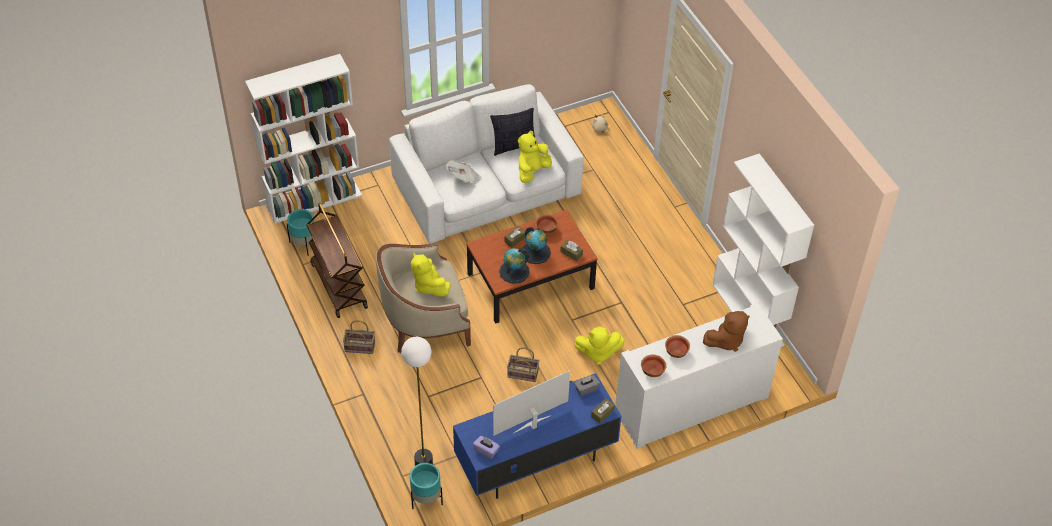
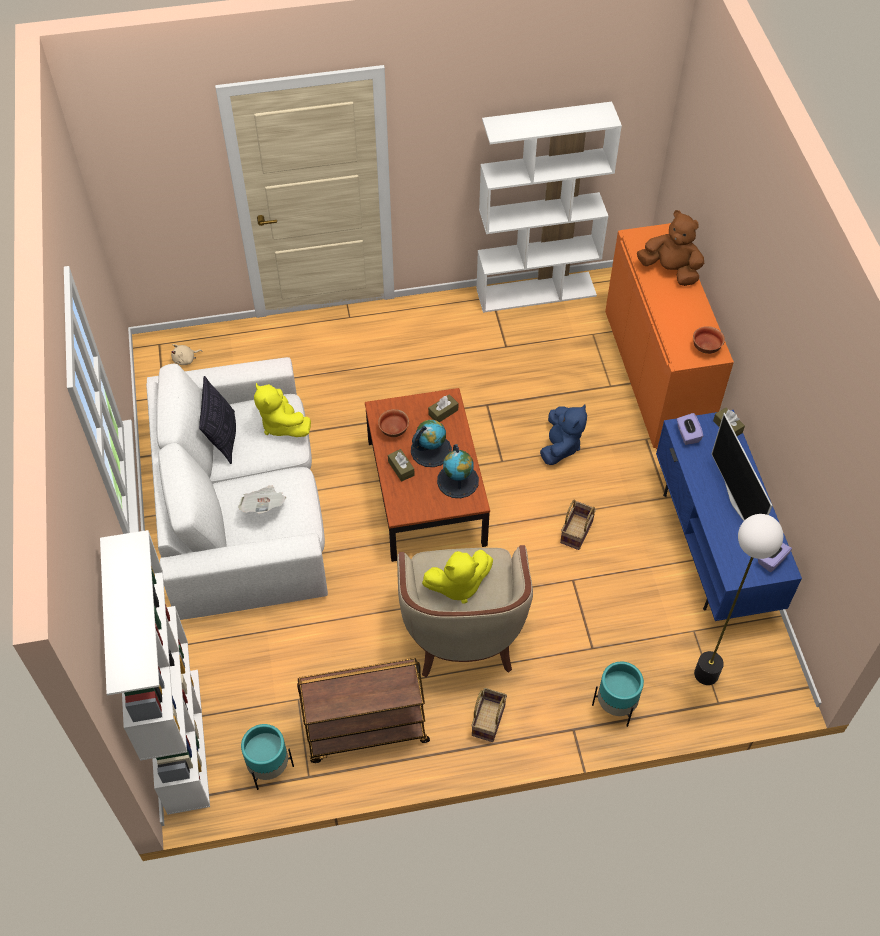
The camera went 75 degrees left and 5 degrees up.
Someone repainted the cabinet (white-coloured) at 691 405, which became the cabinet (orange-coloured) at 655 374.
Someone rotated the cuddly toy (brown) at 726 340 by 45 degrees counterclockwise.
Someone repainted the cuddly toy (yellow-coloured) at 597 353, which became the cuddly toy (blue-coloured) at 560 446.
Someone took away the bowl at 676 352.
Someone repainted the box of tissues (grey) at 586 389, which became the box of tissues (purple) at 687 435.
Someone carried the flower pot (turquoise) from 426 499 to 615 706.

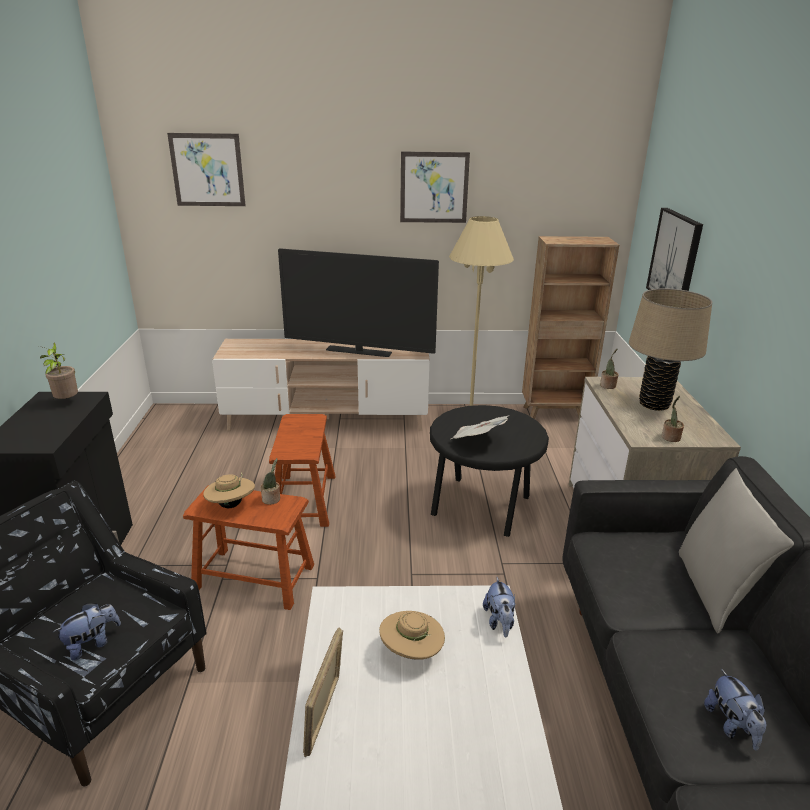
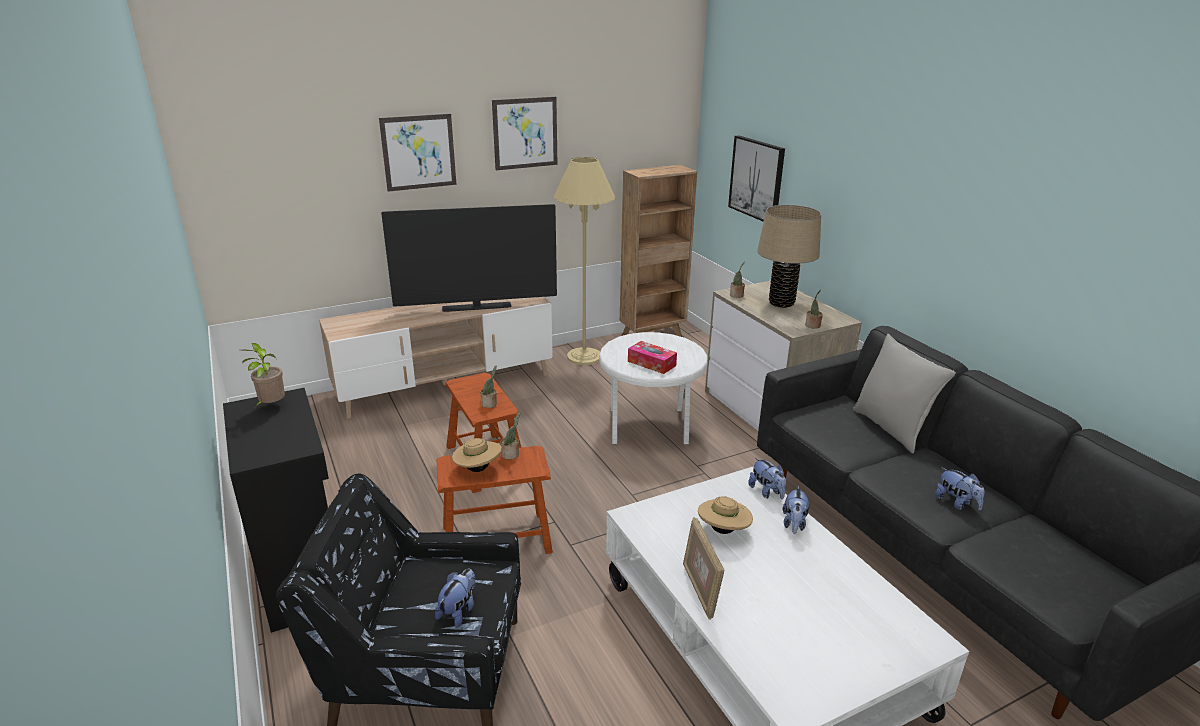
The camera went 25 degrees left and 0 degrees up.
Someone carried the picture from 207 170 to 418 152.
Someone repainted the end table (black-coloured) at 482 507, which became the end table (white-coloured) at 650 427.
Someone swapped the newspaper at 477 440 for the box of tissues at 651 363.
Someone put down the houseplant at 490 404.
Someone put down the cuddly toy at 794 524.

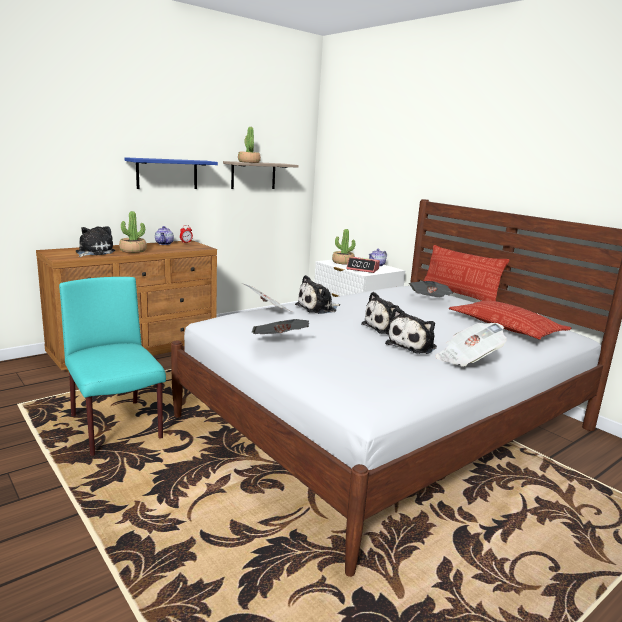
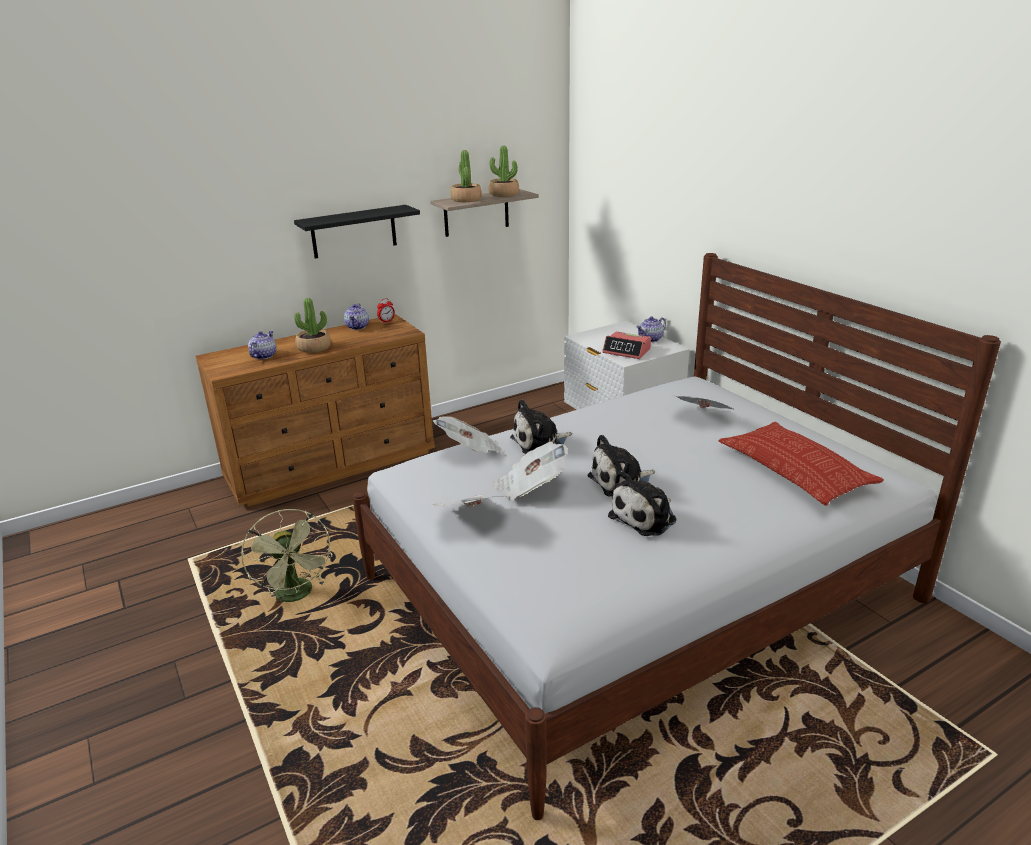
The camera went 10 degrees right and 10 degrees up.
Someone repainted the shelf (blue-coloured) at 167 174, which became the shelf (black-coloured) at 354 231.
Someone swapped the cuddly toy at 93 252 for the teapot at 263 356.
Someone carried the houseplant from 343 262 to 503 194.
Someone took away the throw pillow at 459 295.
Someone swapped the chair (turquoise) at 116 428 for the fan (greenish) at 297 596.
Someone carried the newspaper from 467 359 to 530 487.

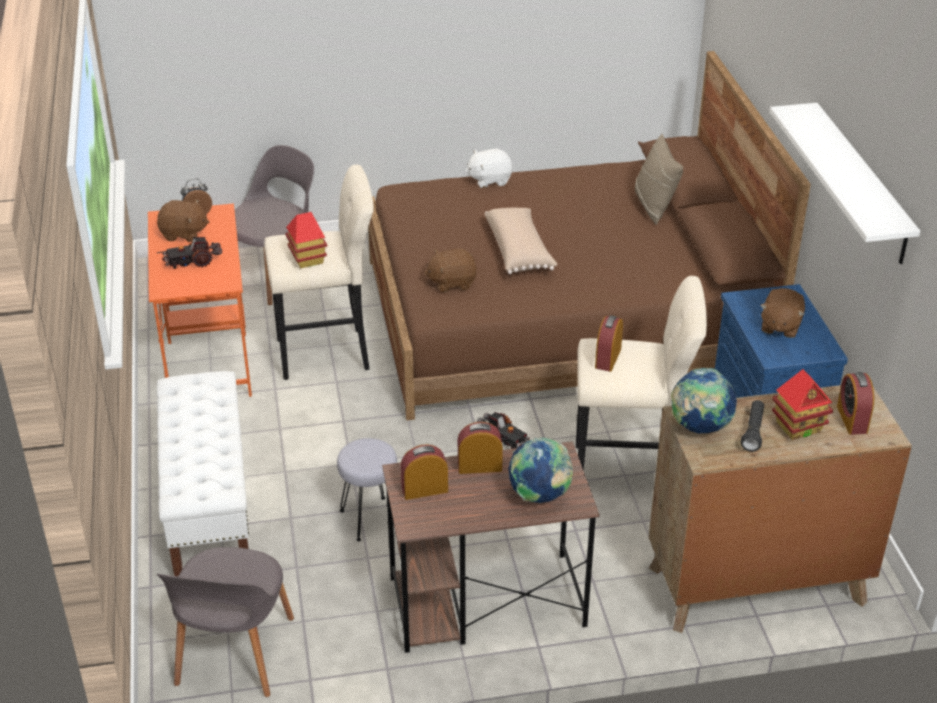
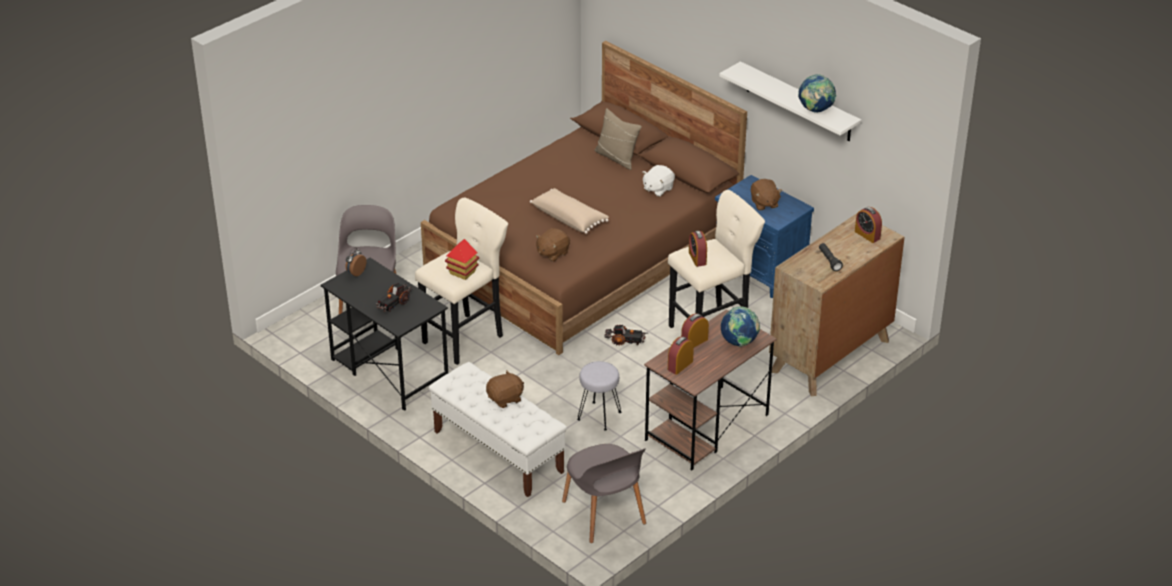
The camera went 35 degrees left and 0 degrees up.
Someone carried the cuddly toy (white-coloured) from 489 180 to 657 189.
Someone carried the cuddly toy (brown) from 184 234 to 505 399.
Someone repainted the desk unit (orange-coloured) at 208 354, which became the desk unit (black-coloured) at 388 370.
Someone carried the globe from 699 427 to 815 110.
Someone took away the toy house at 798 427.

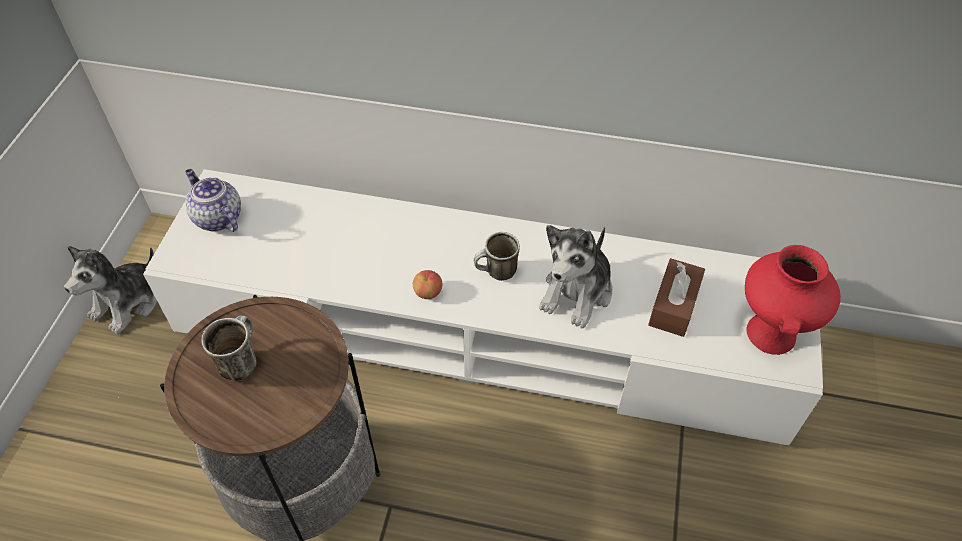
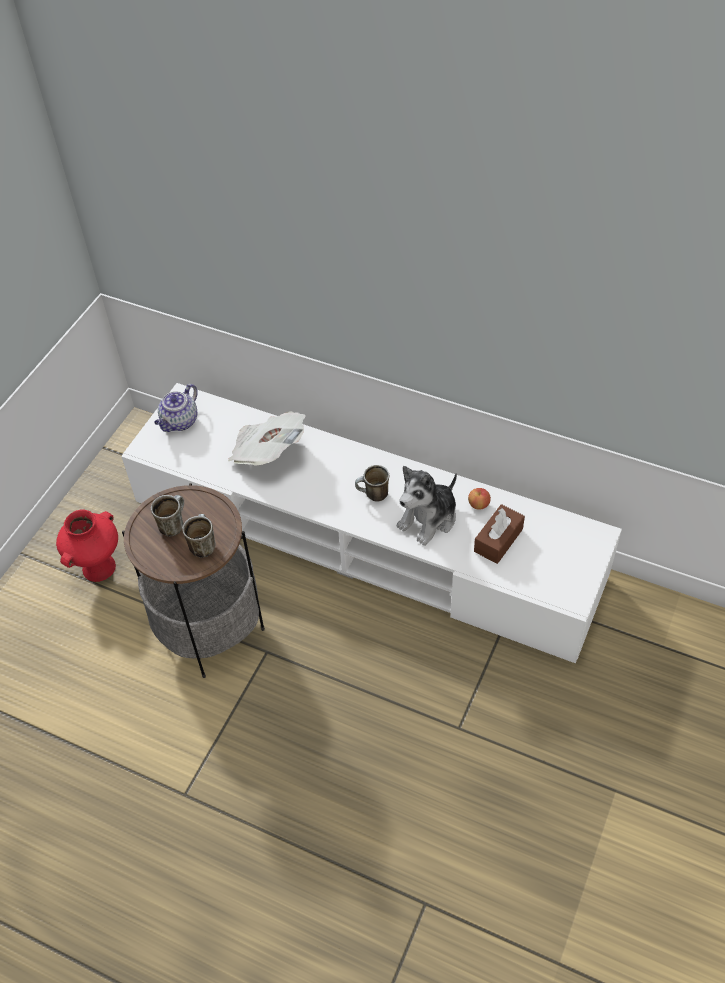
The camera went 15 degrees right and 0 degrees up.
Someone rotated the teapot at 217 218 by 120 degrees counterclockwise.
Someone carried the decorative vase (red-coloured) from 769 332 to 99 567.
Someone took away the cuddly toy at 128 303.
Someone carried the whole apple from 428 292 to 478 504.
Someone put down the newspaper at 268 452.
Someone put down the mug at 202 545.

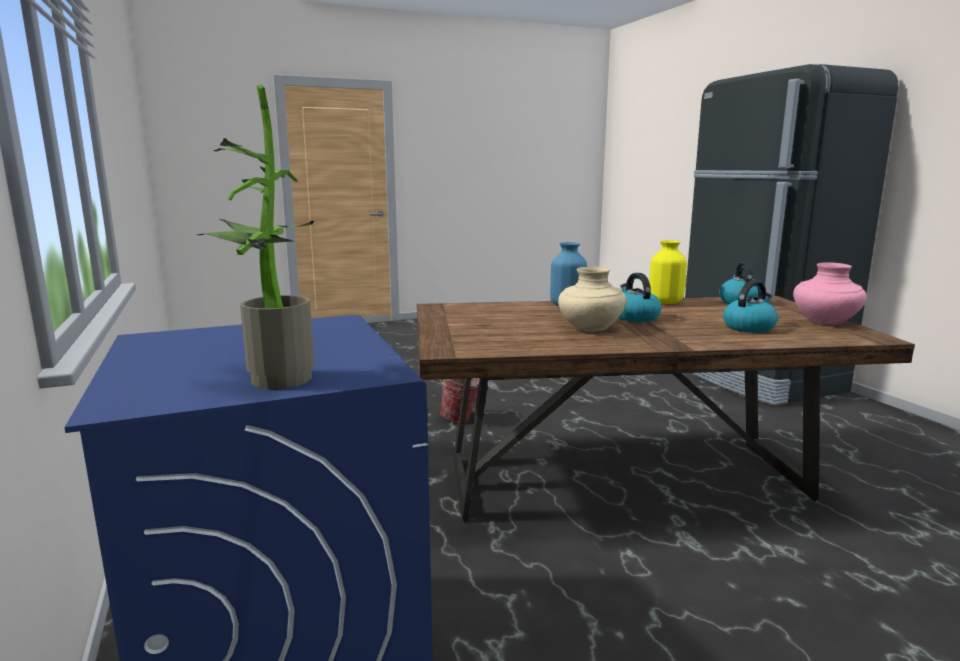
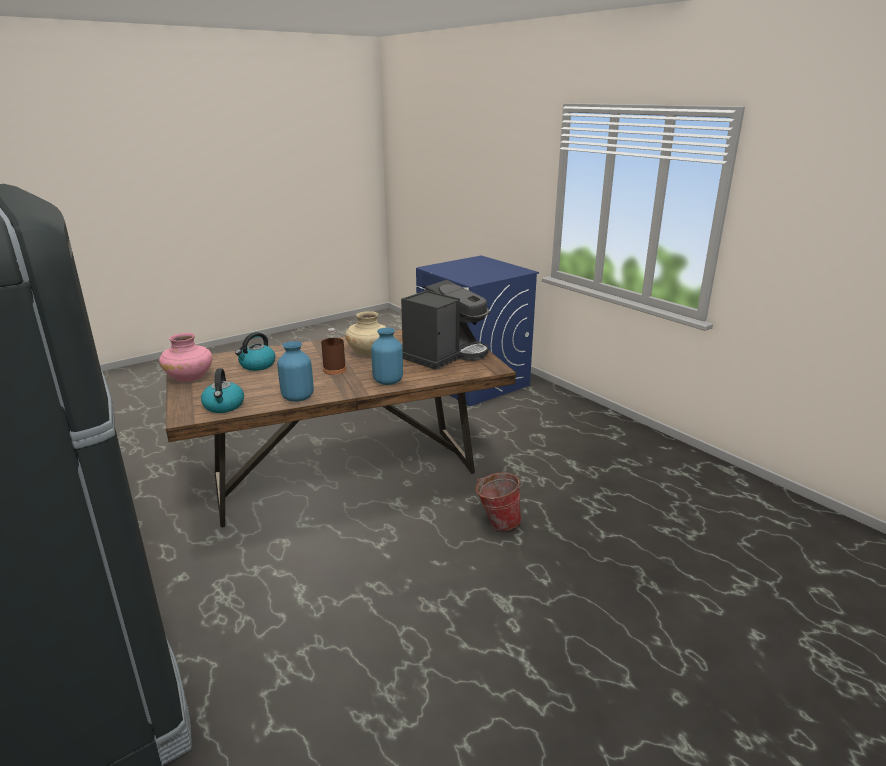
The camera went 165 degrees right and 10 degrees up.
Someone took away the houseplant at 272 378.
Someone repainted the decorative vase (yellow-coloured) at 666 302, which became the decorative vase (blue-coloured) at 297 397.
Someone swapped the water kettle at 635 317 for the drink bottle (brown) at 334 370.
Someone put down the coffee machine at 444 355.

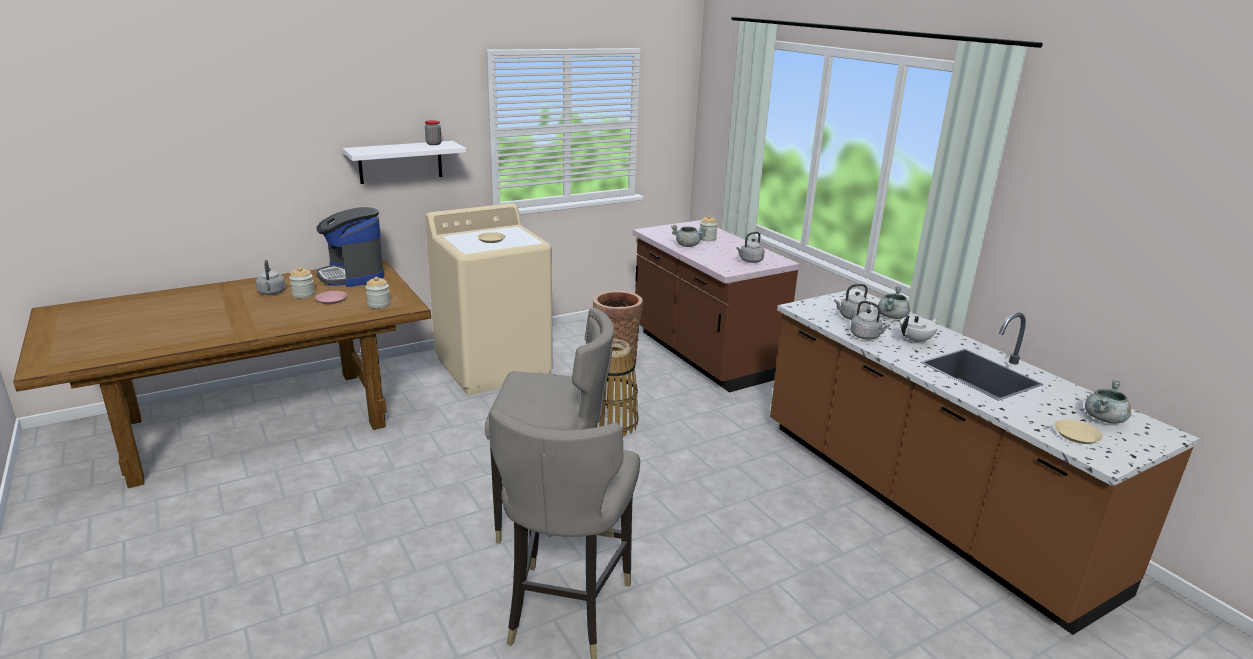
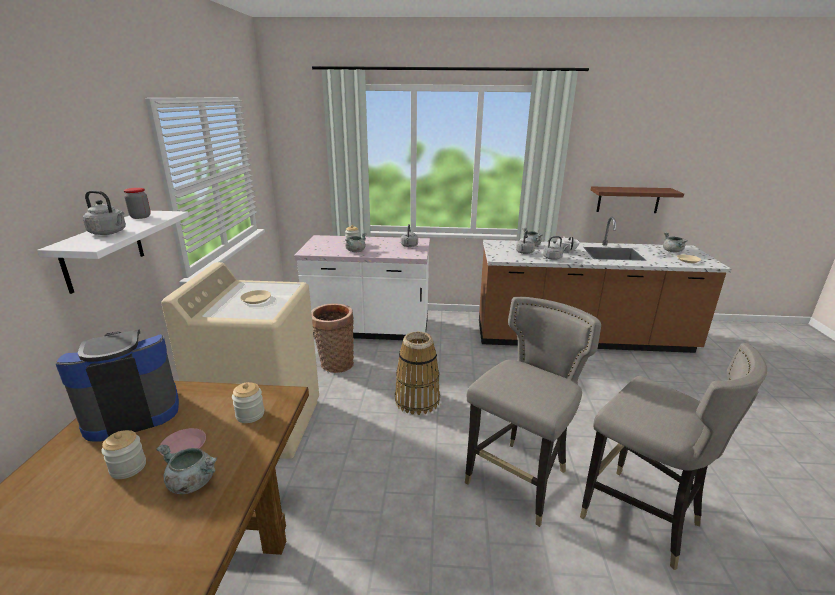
The camera went 55 degrees left and 0 degrees up.
Someone rotated the coffee machine at 352 276 by 150 degrees clockwise.
Someone repainted the kitchen counter (brown) at 702 355, which became the kitchen counter (white-coloured) at 369 329.
Someone carried the water kettle (grey) from 272 293 to 109 233.
Someone put up the shelf (brown) at 628 199.
Someone put down the cooking pot (grey) at 191 483.

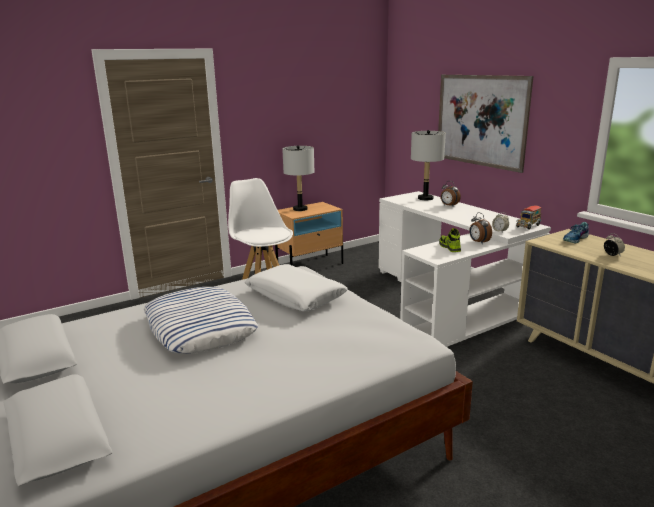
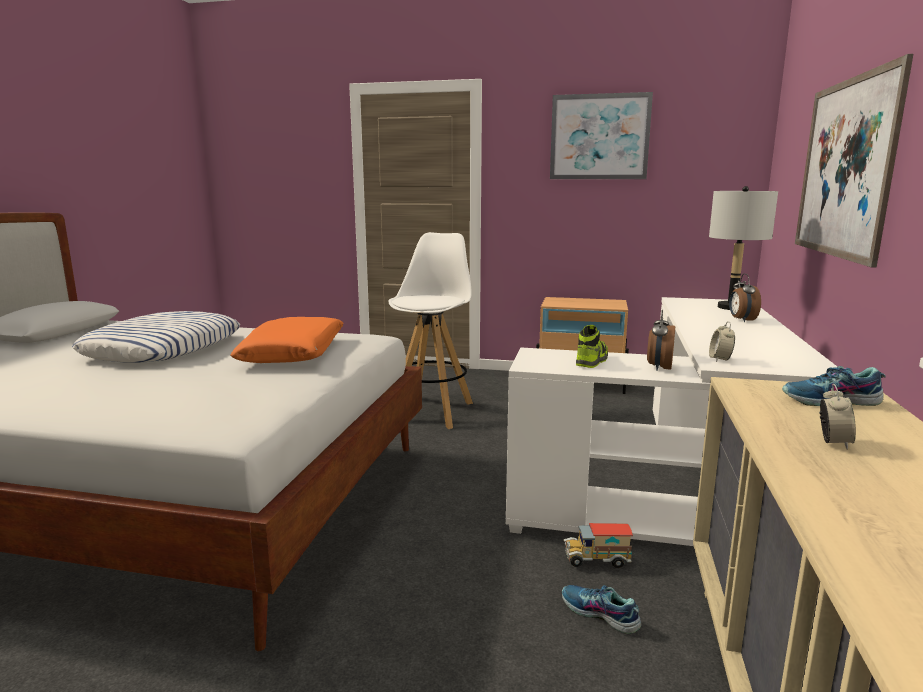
The camera went 45 degrees right and 5 degrees down.
Someone took away the table lamp (grey) at 300 209.
Someone carried the toy truck from 527 226 to 596 560.
Someone repainted the throw pillow (white-coloured) at 295 296, which became the throw pillow (orange-coloured) at 294 353.
Someone put up the picture at 599 137.
Someone put down the shoe at 599 614.

